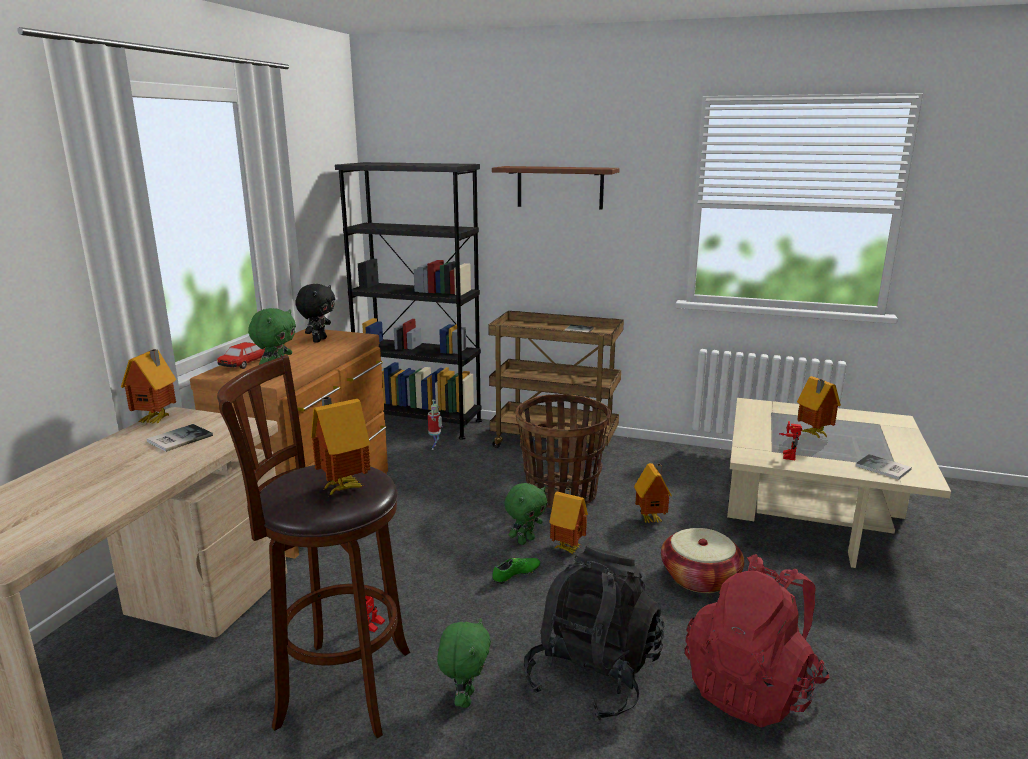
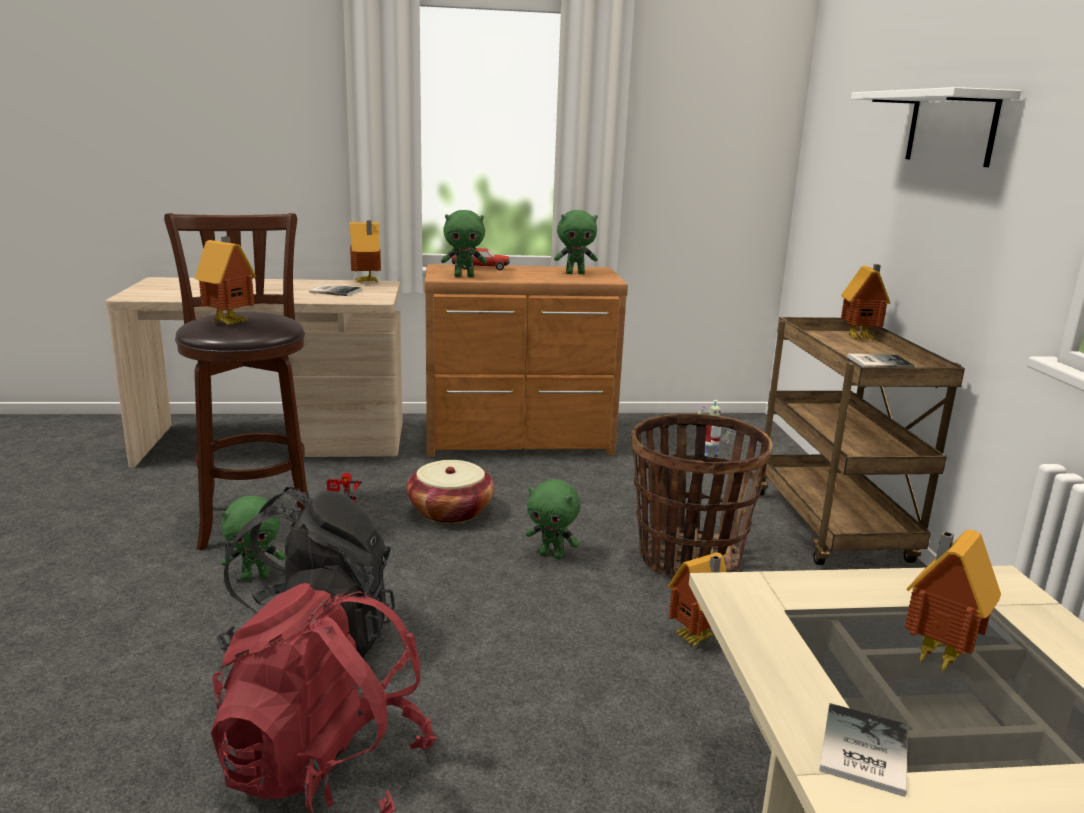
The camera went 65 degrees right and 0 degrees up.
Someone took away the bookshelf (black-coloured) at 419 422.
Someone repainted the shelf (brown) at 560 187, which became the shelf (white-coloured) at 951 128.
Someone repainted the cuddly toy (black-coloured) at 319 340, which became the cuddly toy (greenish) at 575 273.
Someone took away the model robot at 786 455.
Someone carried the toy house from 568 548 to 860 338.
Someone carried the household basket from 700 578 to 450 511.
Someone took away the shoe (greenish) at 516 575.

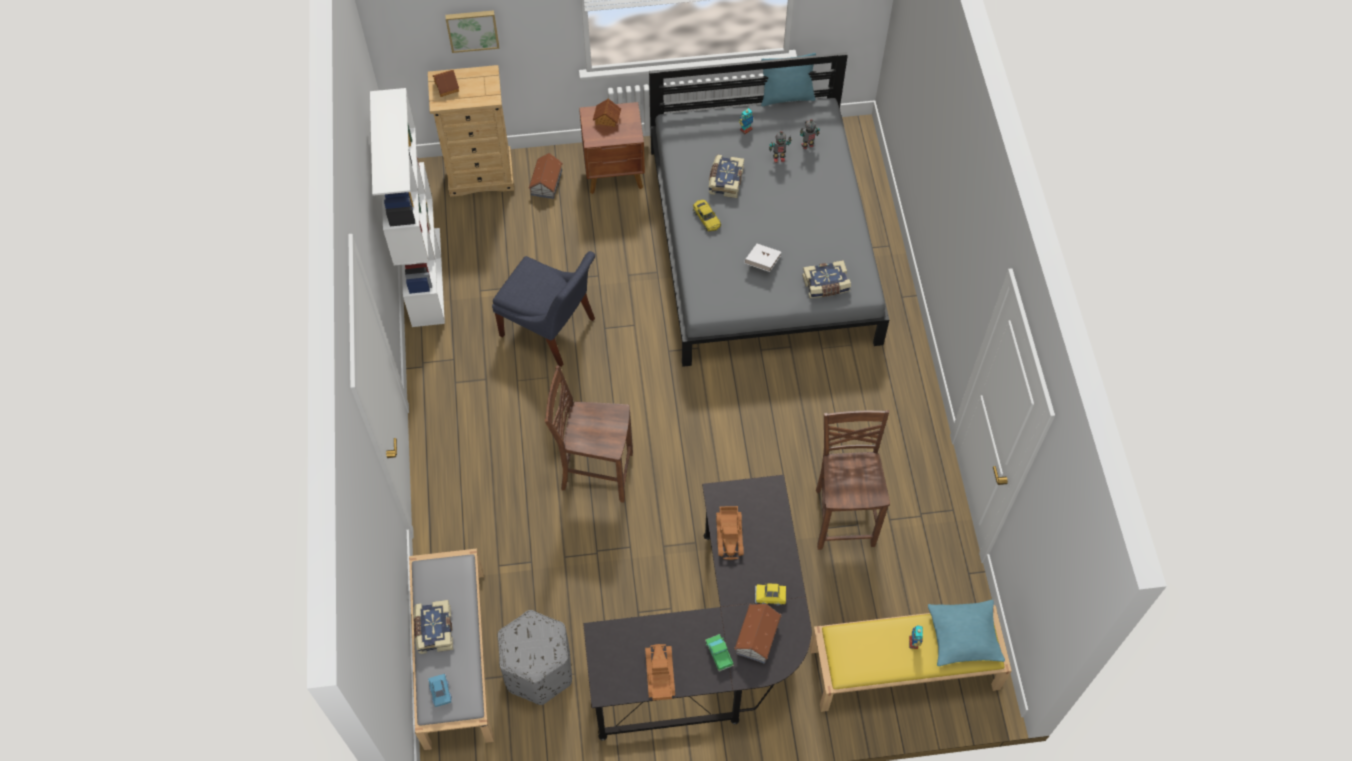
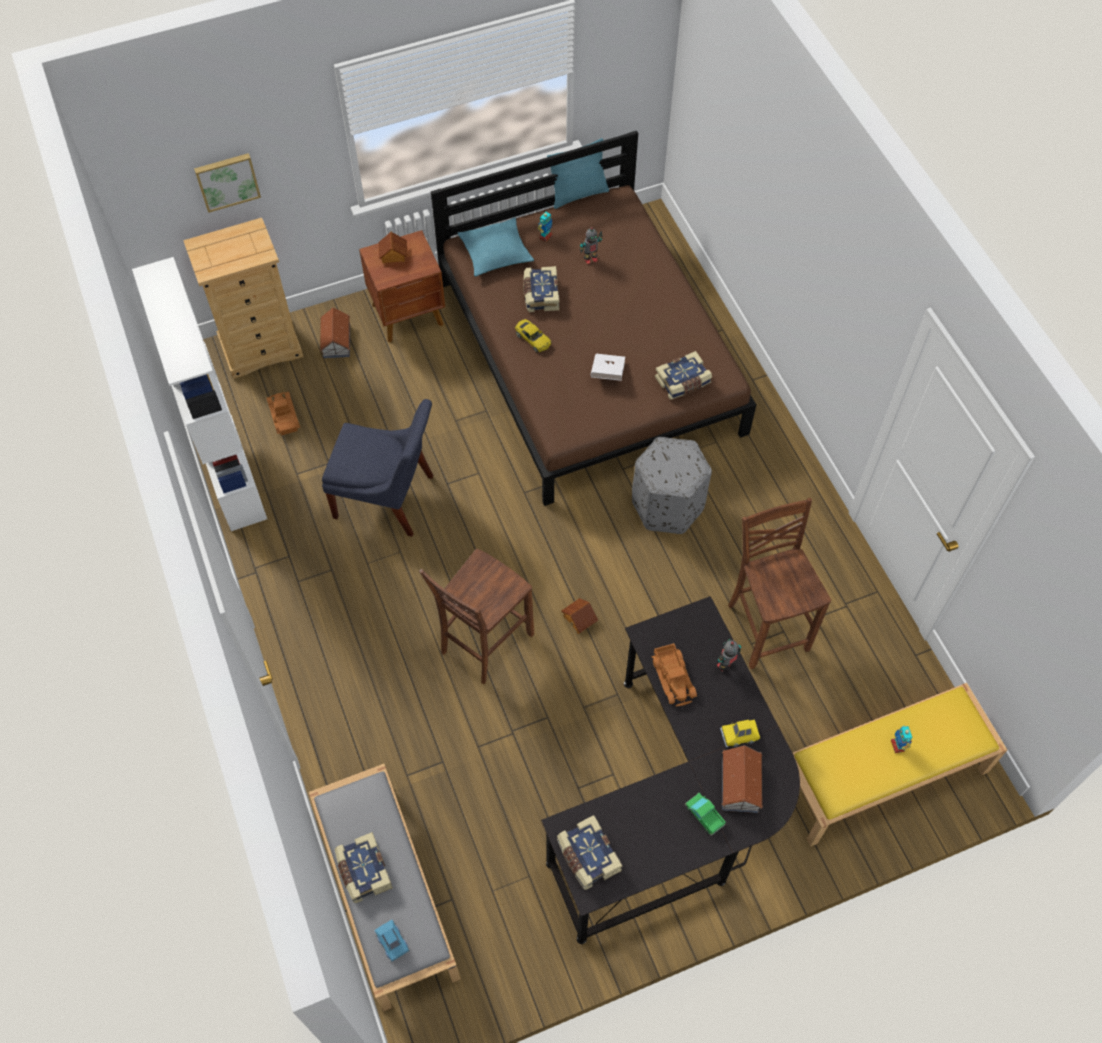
The camera went 15 degrees left and 0 degrees up.
Someone repainted the bedroom bed (grey) at 763 243, which became the bedroom bed (brown) at 590 356.
Someone carried the toy house from 447 86 to 580 619.
Someone carried the model robot from 807 146 to 725 666.
Someone rotated the chair (brown) at 595 472 by 45 degrees counterclockwise.
Someone carried the throw pillow (turquoise) from 963 636 to 495 253.
Someone carried the pouffe (grey) from 539 670 to 668 505.
Someone carried the toy truck from 659 674 to 283 416.
Someone put down the volume at 587 856.

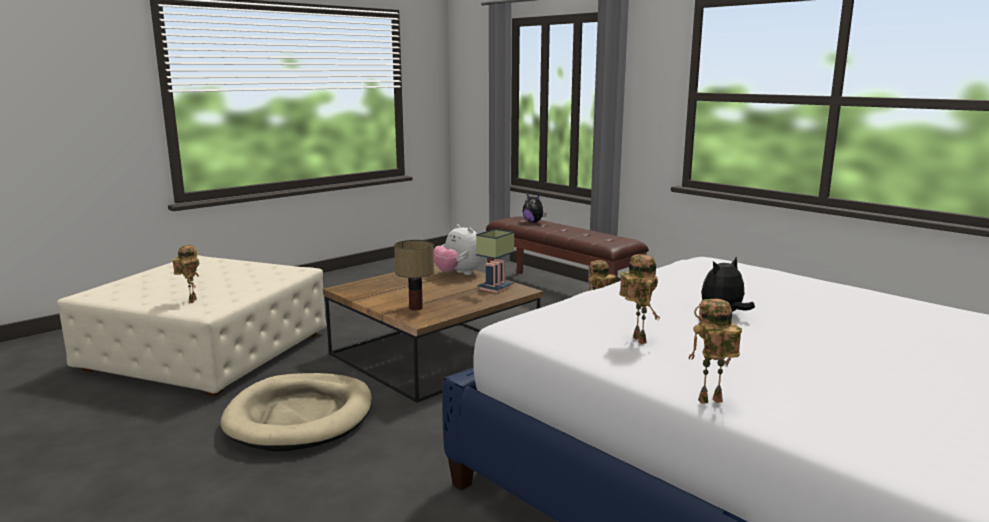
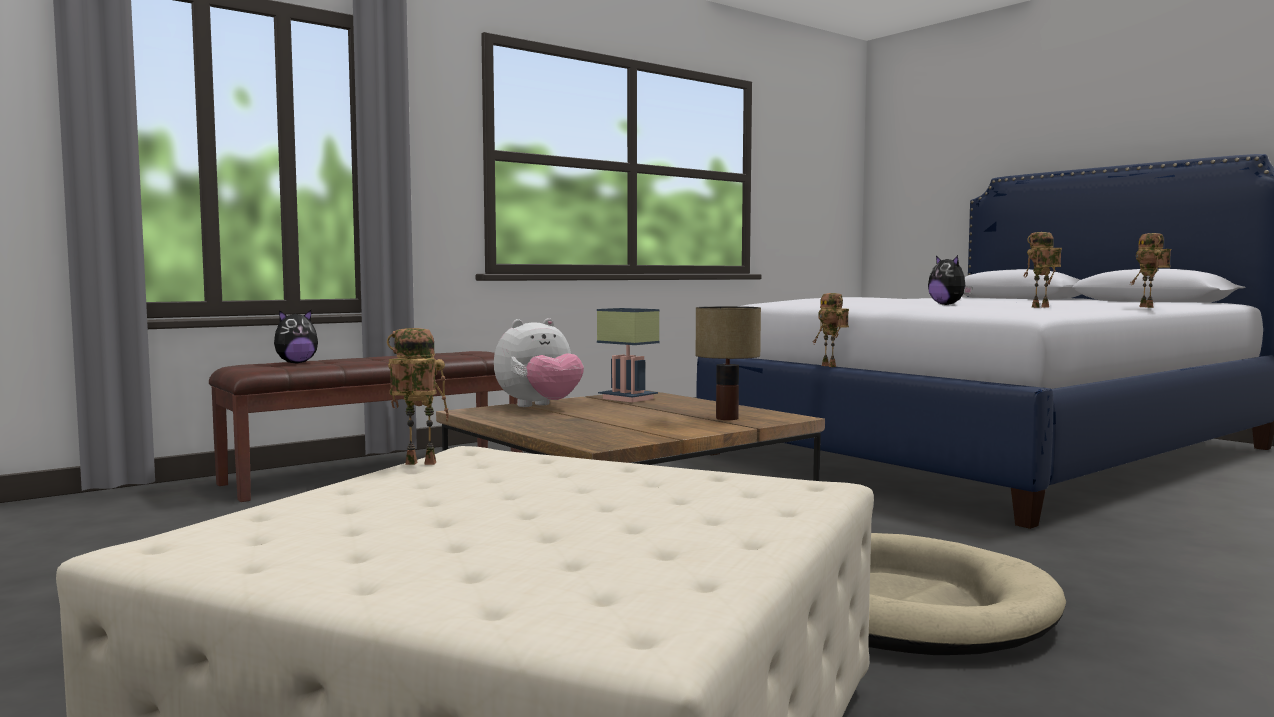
The camera went 85 degrees left and 10 degrees down.
Someone carried the model robot from 191 300 to 417 464.

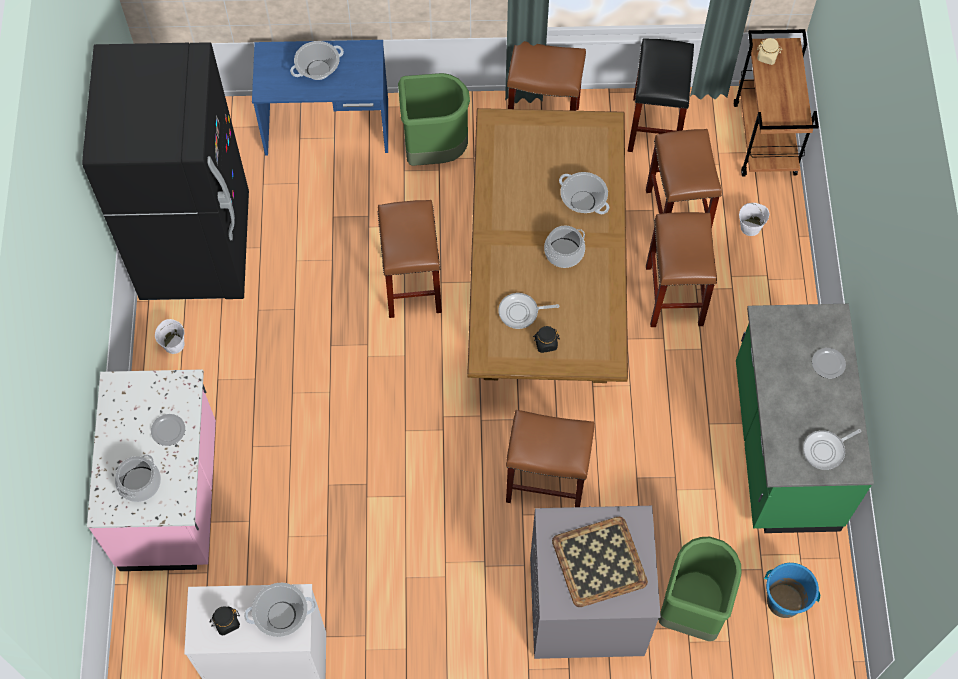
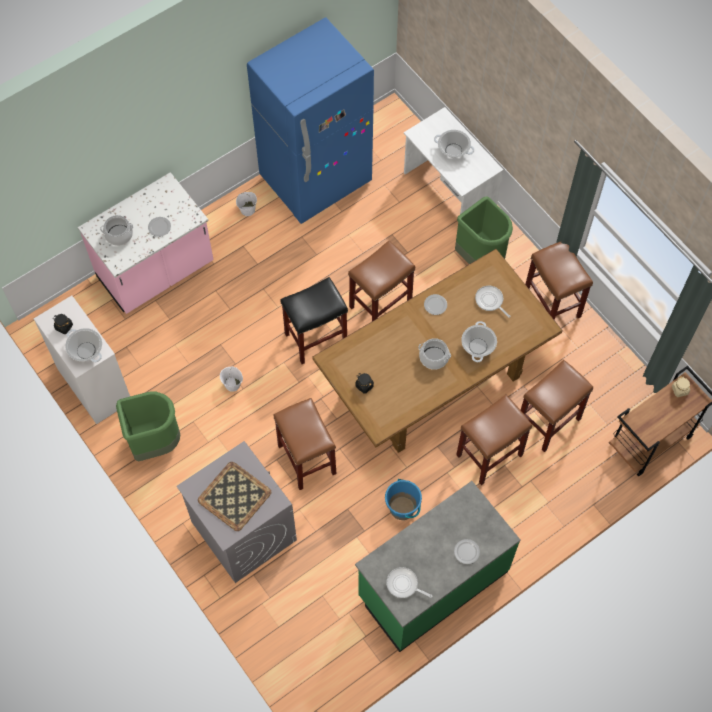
The camera went 55 degrees right and 0 degrees up.
Someone carried the stool (black-coloured) from 654 126 to 316 338.
Someone repainted the desk unit (blue-coloured) at 327 128, which became the desk unit (white-coloured) at 448 192.
Someone repainted the fridge (black-coloured) at 196 248, which became the fridge (blue-coloured) at 316 179.
Someone carried the bucket (white-coloured) from 750 227 to 232 384.
Someone carried the skillet from 521 312 to 490 301.
Someone carried the rubbish bin (greenish) from 691 609 to 154 443.
Someone carried the bucket (blue-coloured) from 784 600 to 402 508.
Someone put down the plate at 435 304.

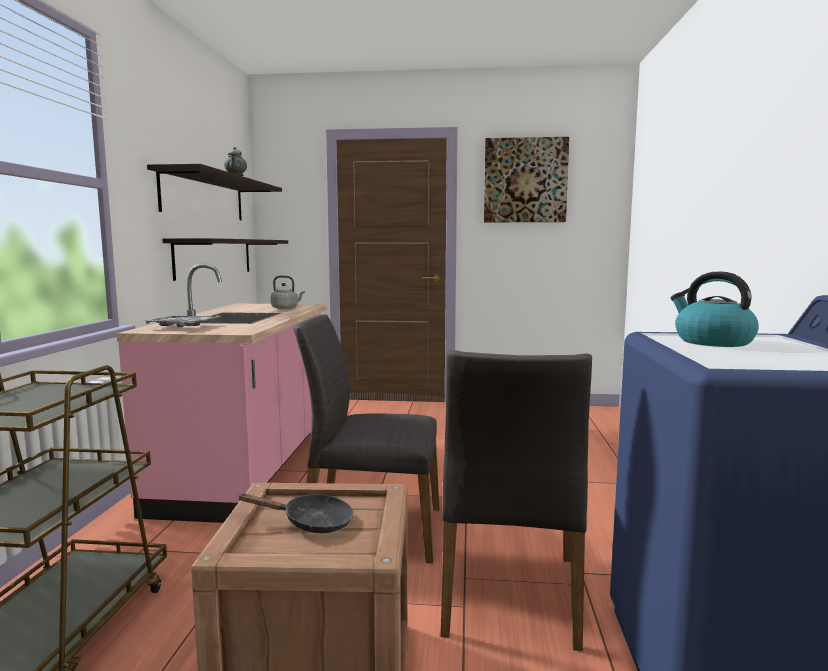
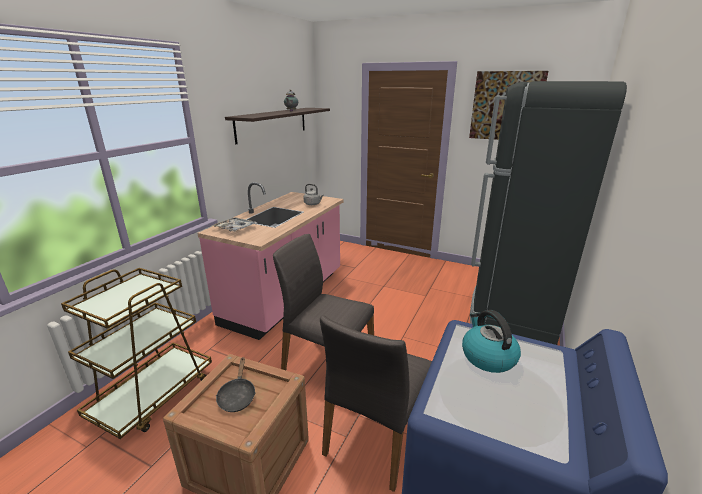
The camera went 20 degrees right and 15 degrees up.
Someone took away the shelf at 215 257.
Someone rotated the skillet (black-coloured) at 311 523 by 60 degrees clockwise.
Someone put down the fridge (black-coloured) at 513 312.

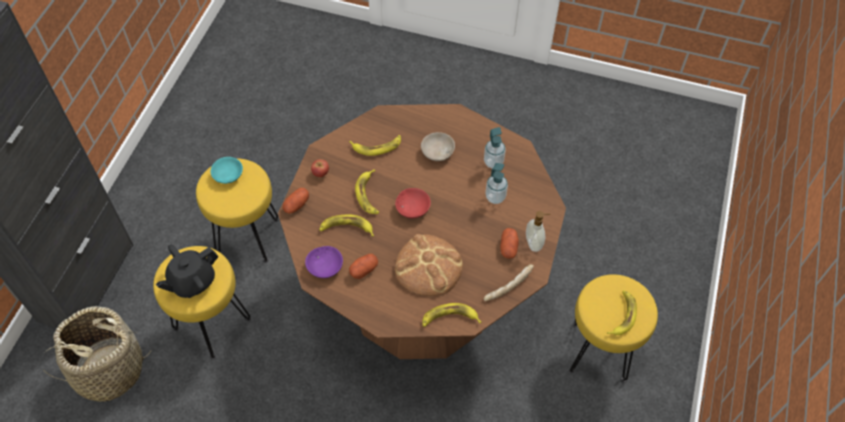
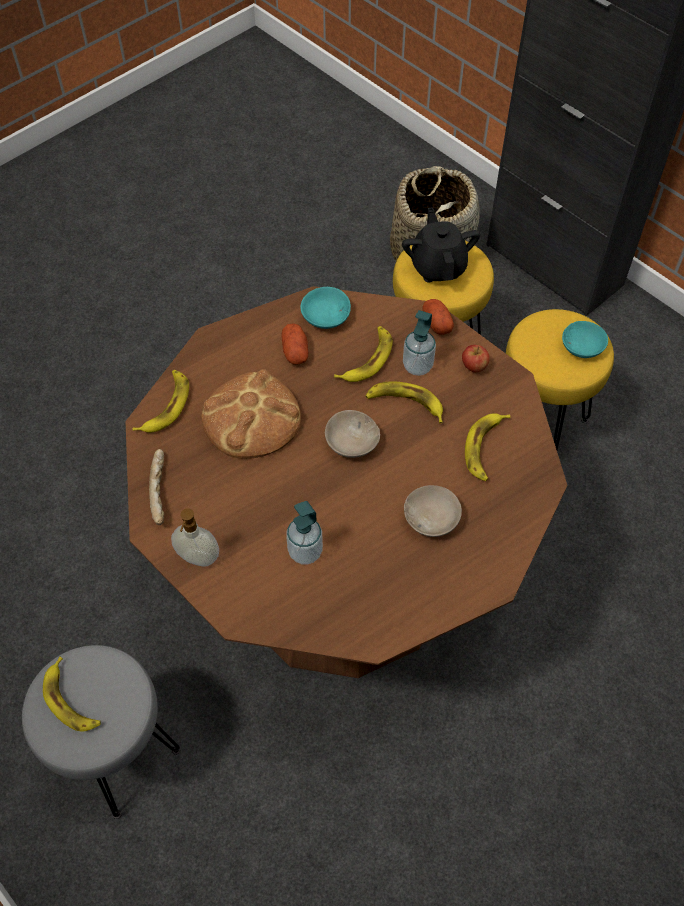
The camera went 120 degrees right and 0 degrees up.
Someone carried the liquid soap bottle from 493 162 to 417 366.
Someone repainted the bowl (red-coloured) at 413 209, which became the bowl (sand-coloured) at 350 442.
Someone took away the whole potato at 508 247.
Someone repainted the bowl (purple) at 324 268, which became the bowl (turquoise) at 324 316.
Someone repainted the stool (yellow-coloured) at 600 352, which became the stool (grey) at 117 756.

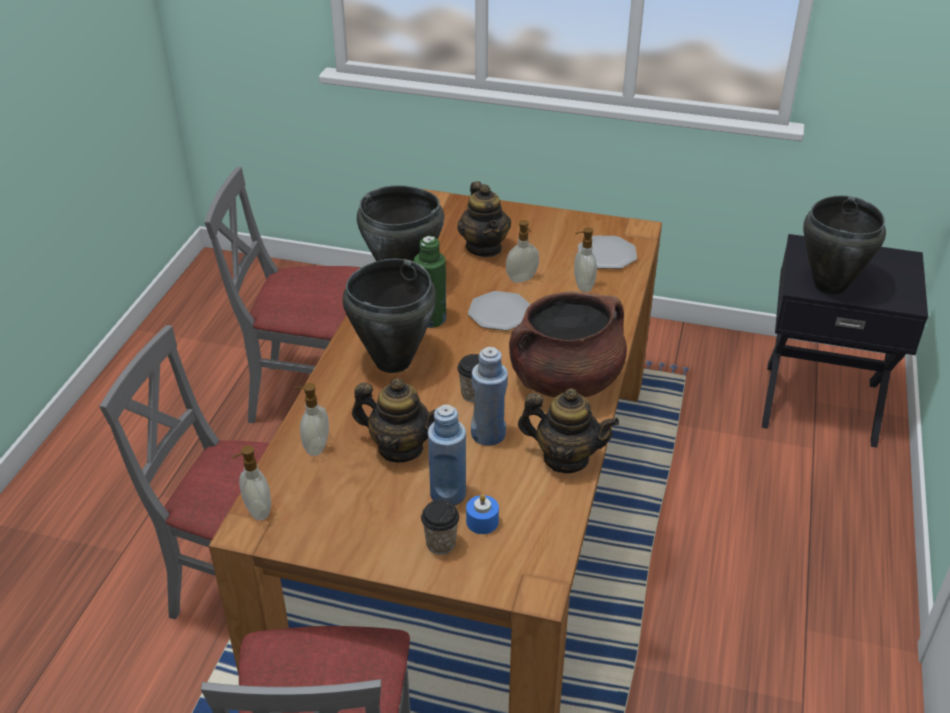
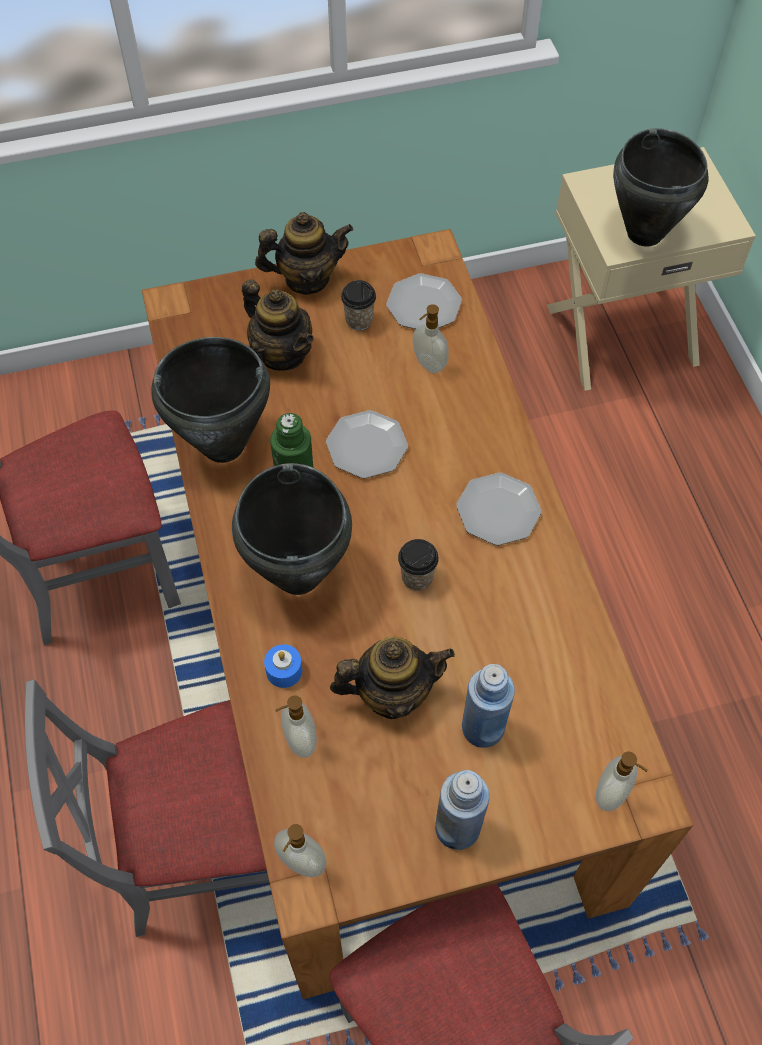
The camera went 30 degrees left and 20 degrees up.
Someone carried the liquid soap bottle from 522 279 to 612 794.
Someone repainted the bedside table (black-coloured) at 820 402, which became the bedside table (sand-coloured) at 621 333.
Someone swapped the cooking pot (brown) at 565 381 for the plate at 498 511.
Someone carried the drink bottle (blue-coloured) from 488 434 to 457 827.
Someone carried the teapot from 565 458 to 306 279.
Someone carried the wax candle (blue-coloured) from 482 521 to 284 671.
Someone carried the small cup from 441 544 to 359 320.

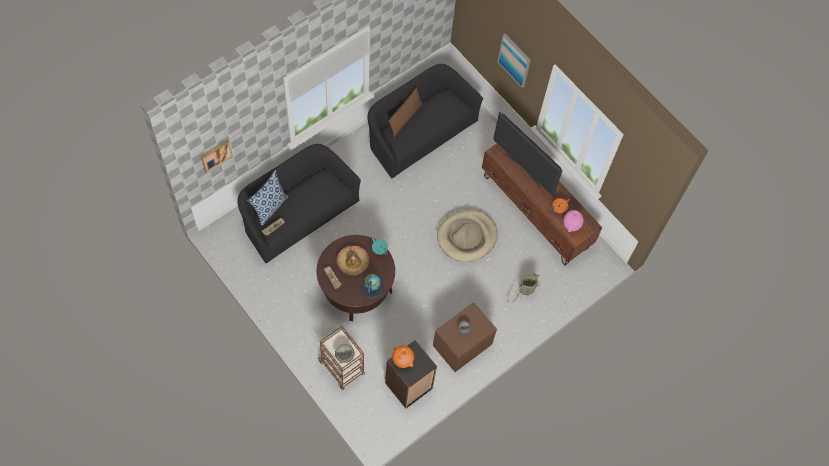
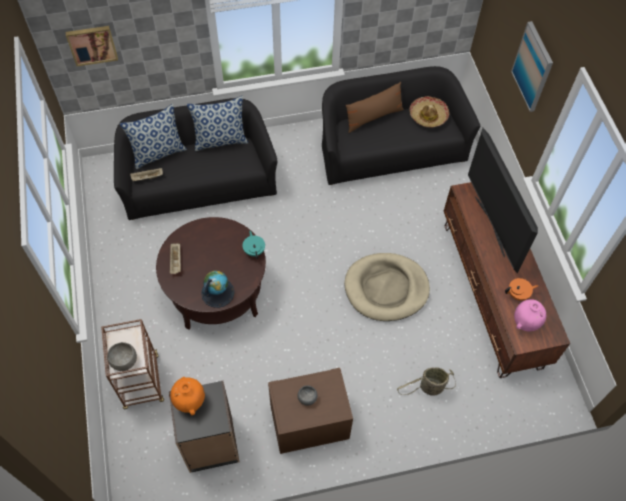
The camera went 30 degrees right and 5 degrees down.
Someone carried the clothing hat from 353 262 to 428 116.
Someone put down the throw pillow at 220 140.

